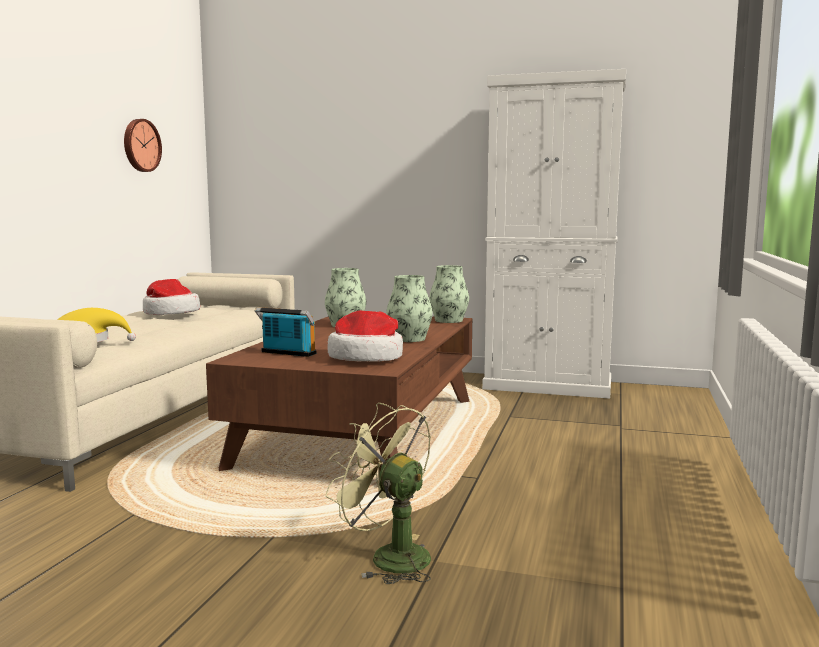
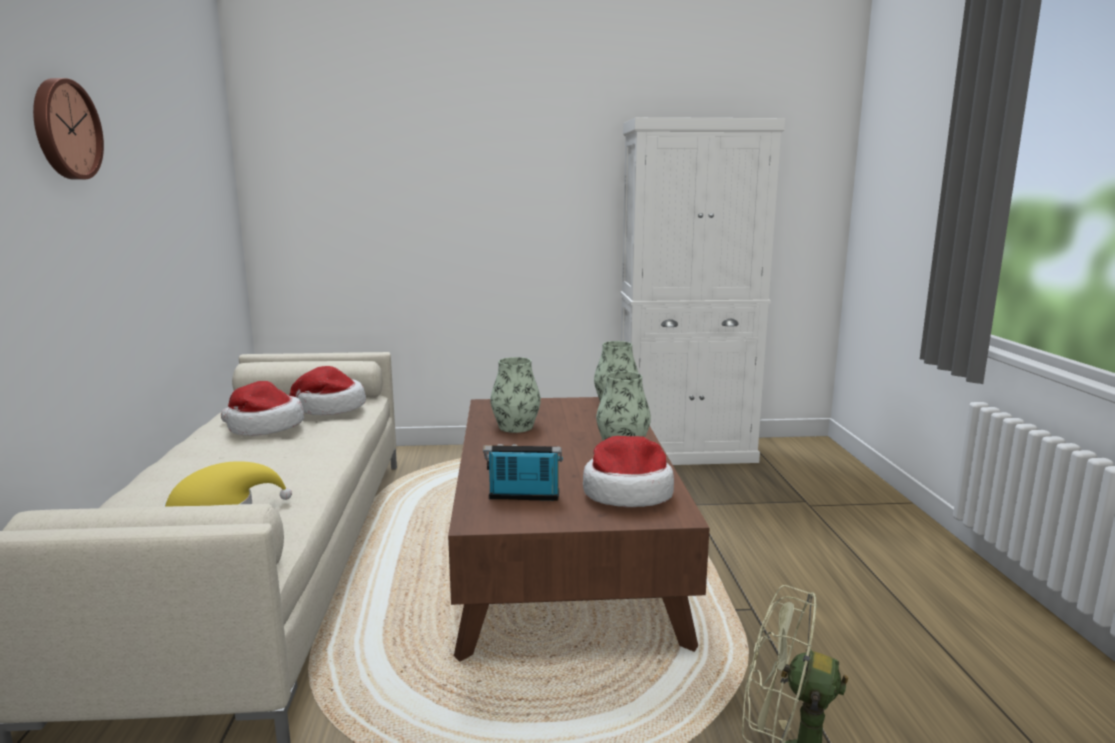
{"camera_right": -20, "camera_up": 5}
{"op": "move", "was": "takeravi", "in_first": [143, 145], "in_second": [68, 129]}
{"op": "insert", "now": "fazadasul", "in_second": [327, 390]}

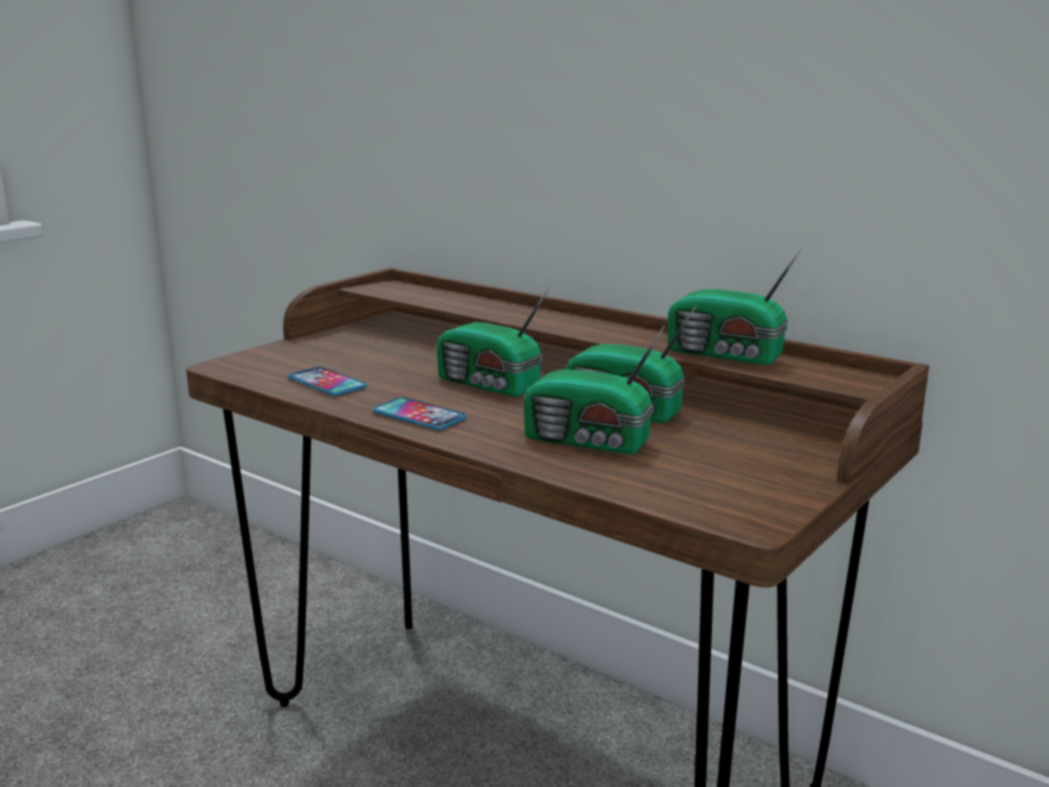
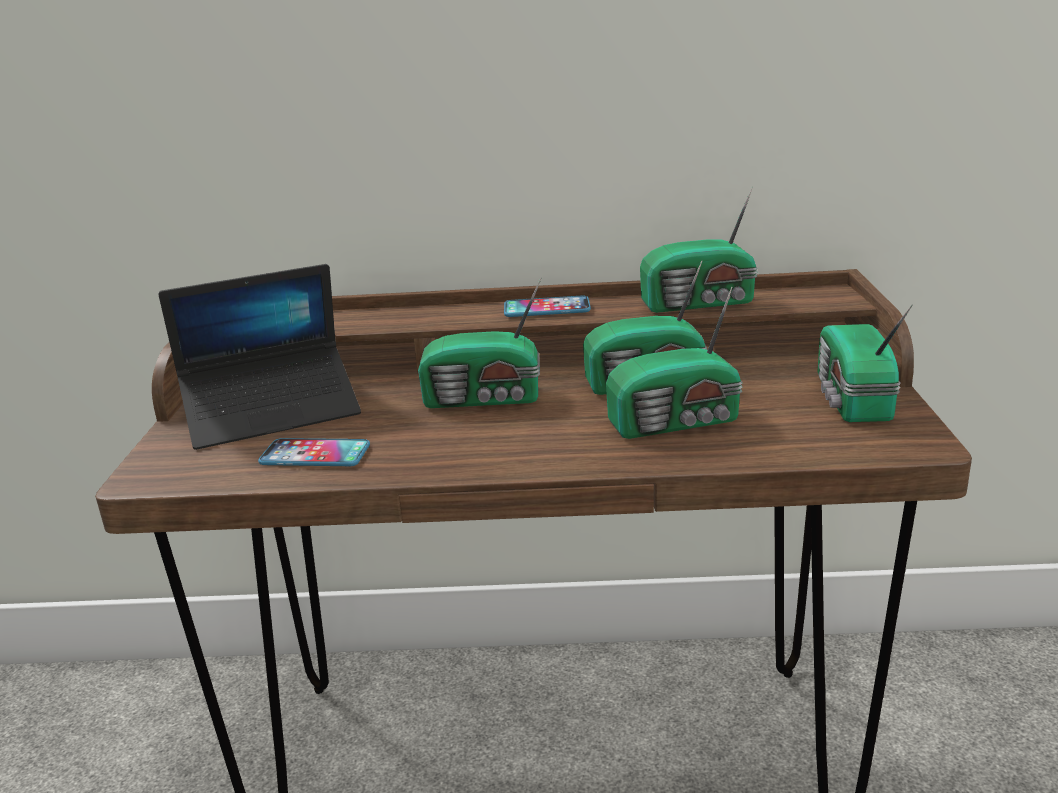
{"camera_right": -35, "camera_up": 5}
{"op": "insert", "now": "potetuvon", "in_second": [260, 357]}
{"op": "move", "was": "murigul", "in_first": [420, 413], "in_second": [547, 306]}
{"op": "insert", "now": "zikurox", "in_second": [865, 363]}

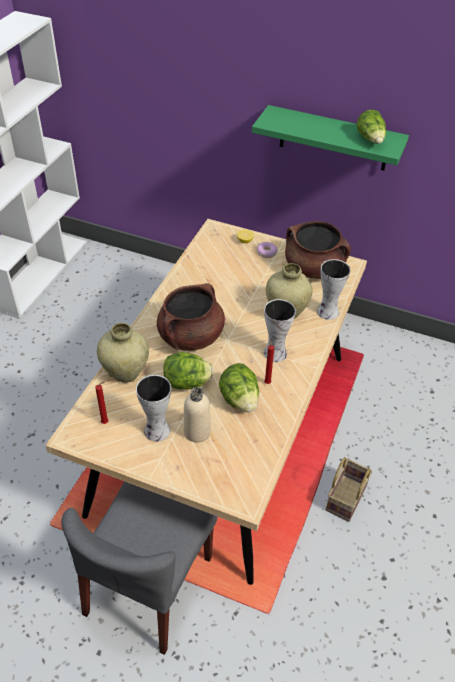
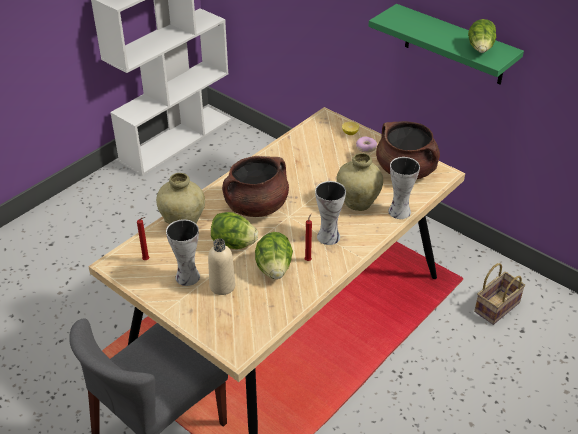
{"camera_right": 20, "camera_up": -5}
{"op": "move", "was": "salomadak", "in_first": [349, 489], "in_second": [499, 294]}

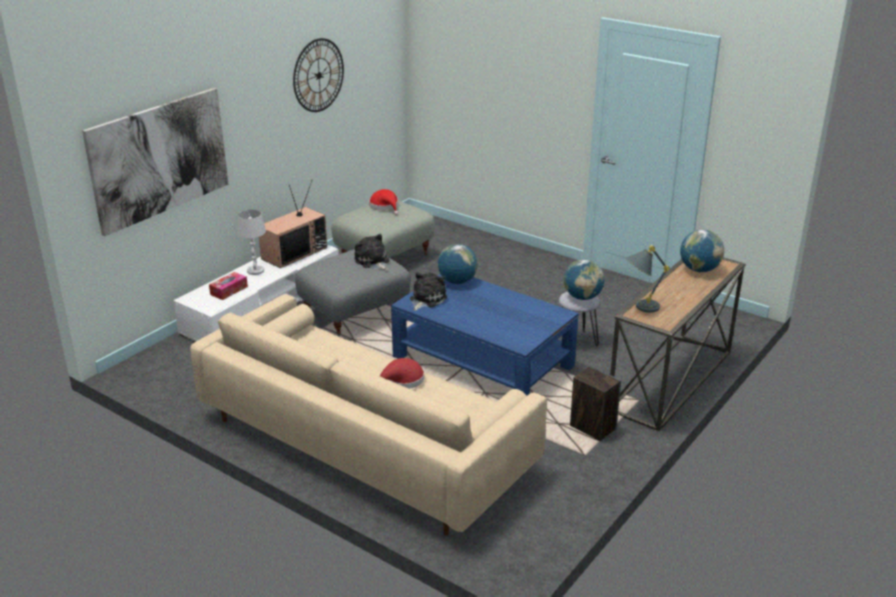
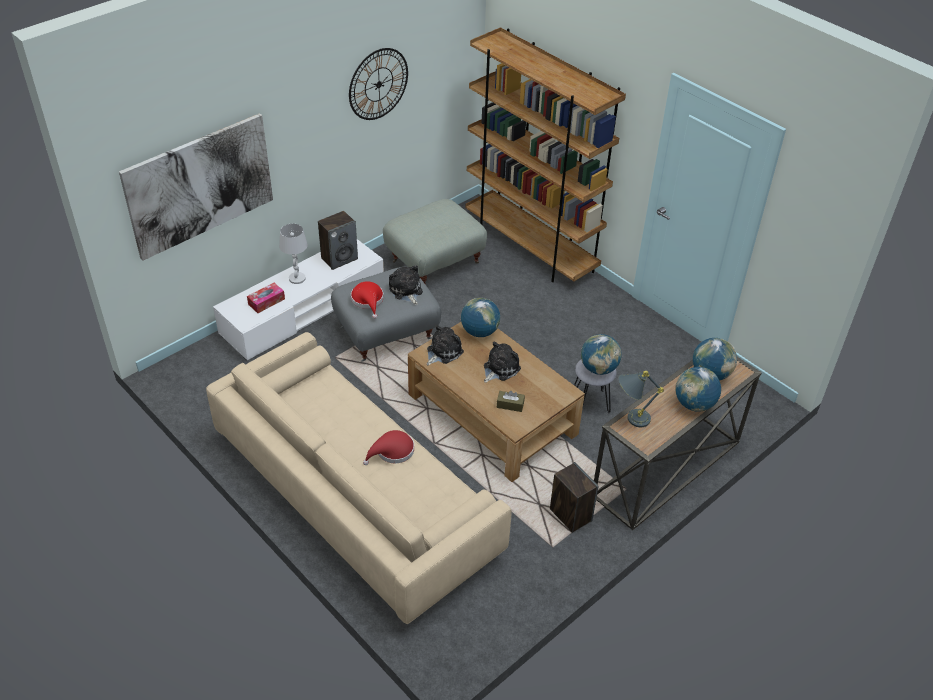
{"camera_right": 10, "camera_up": 15}
{"op": "replace", "was": "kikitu", "now": "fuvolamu", "in_first": [293, 224], "in_second": [338, 240]}
{"op": "move", "was": "red_fazadasul", "in_first": [383, 202], "in_second": [367, 300]}
{"op": "recolor", "was": "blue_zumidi", "now": "brown_zumidi", "in_first": [485, 335], "in_second": [496, 402]}
{"op": "insert", "now": "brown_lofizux", "in_second": [546, 154]}
{"op": "insert", "now": "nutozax", "in_second": [502, 362]}
{"op": "insert", "now": "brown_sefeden", "in_second": [511, 401]}
{"op": "insert", "now": "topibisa", "in_second": [698, 389]}

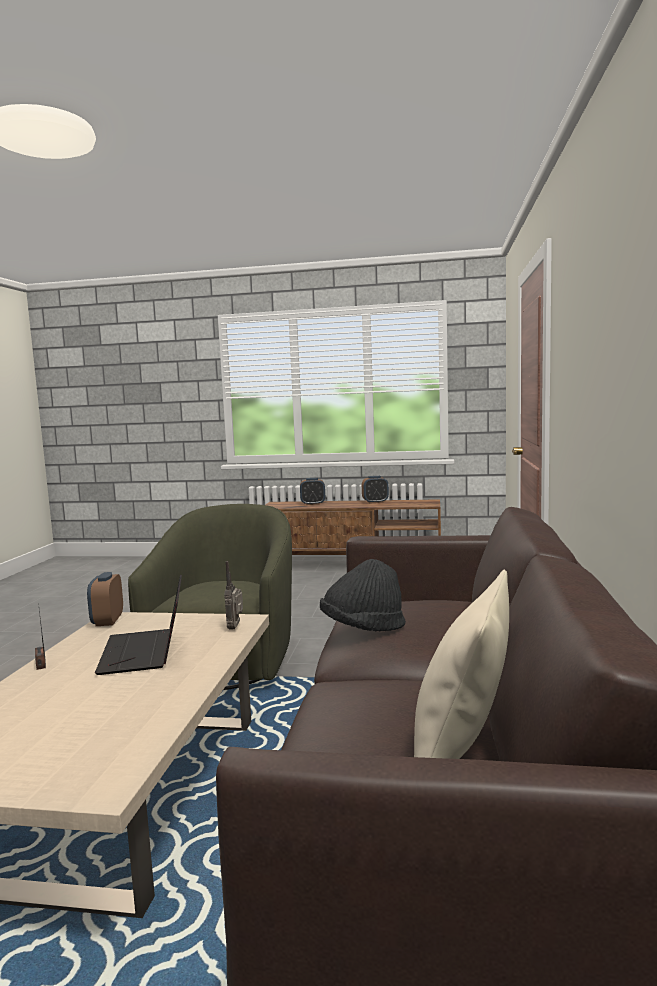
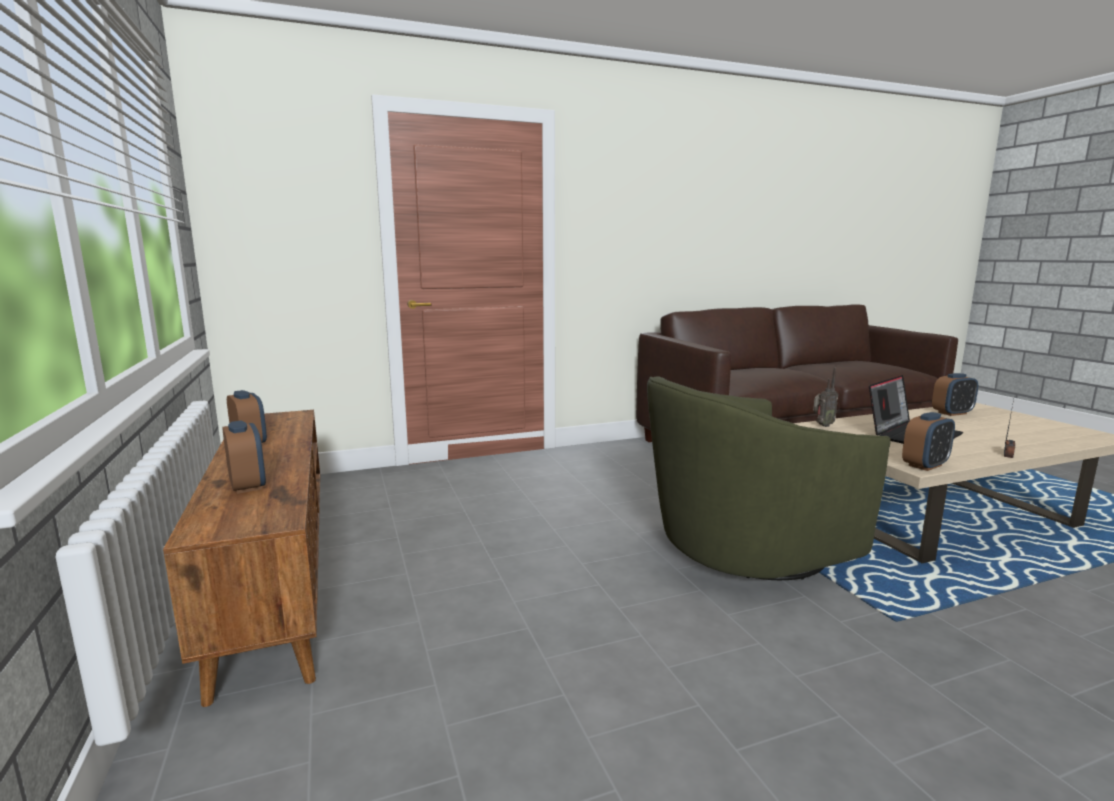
{"camera_right": -120, "camera_up": 5}
{"op": "insert", "now": "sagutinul", "in_second": [955, 394]}
{"op": "delete", "was": "black_fazadasul", "in_first": [363, 595]}
{"op": "delete", "was": "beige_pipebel", "in_first": [461, 664]}

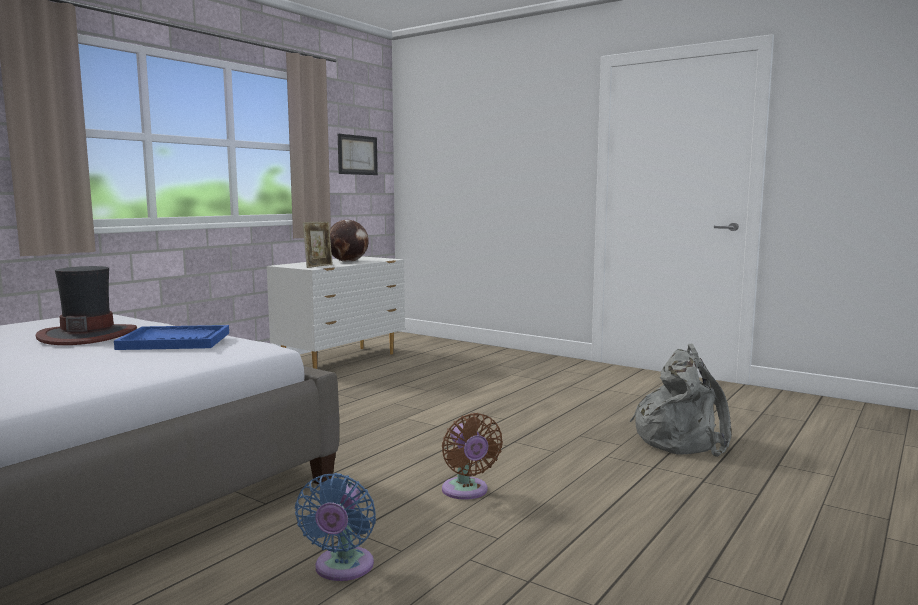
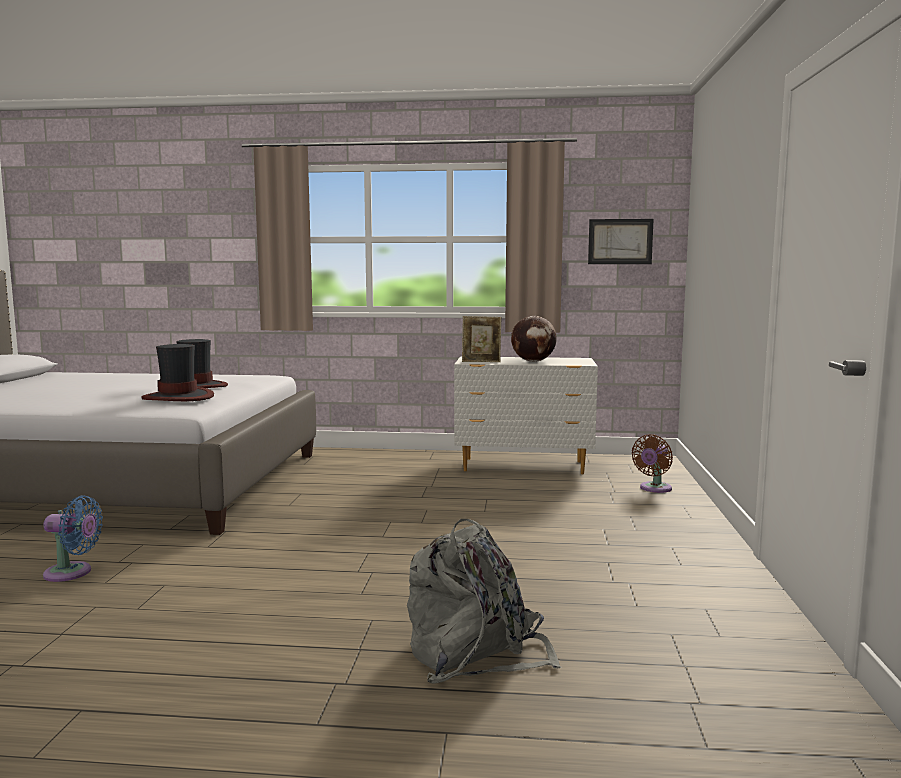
{"camera_right": 60, "camera_up": 0}
{"op": "rotate", "was": "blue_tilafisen", "in_first": [335, 527], "in_second": [73, 538], "clockwise": -150}
{"op": "replace", "was": "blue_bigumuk", "now": "fazadasul", "in_first": [171, 337], "in_second": [178, 372]}
{"op": "move", "was": "brown_tilafisen", "in_first": [472, 456], "in_second": [652, 463]}

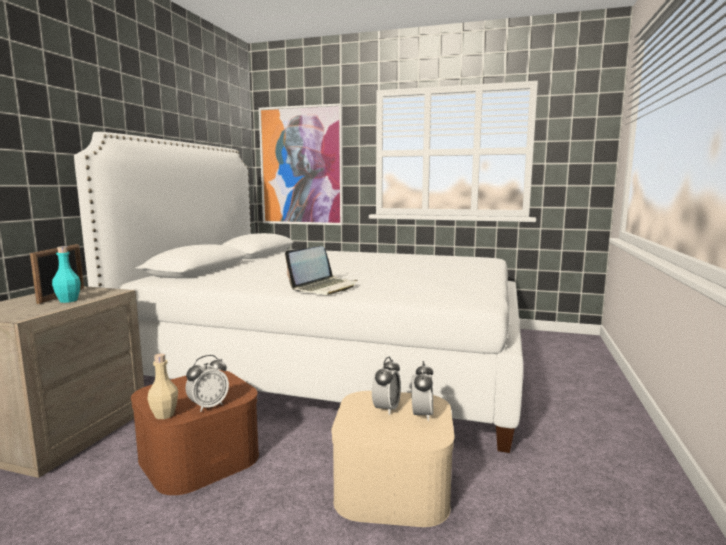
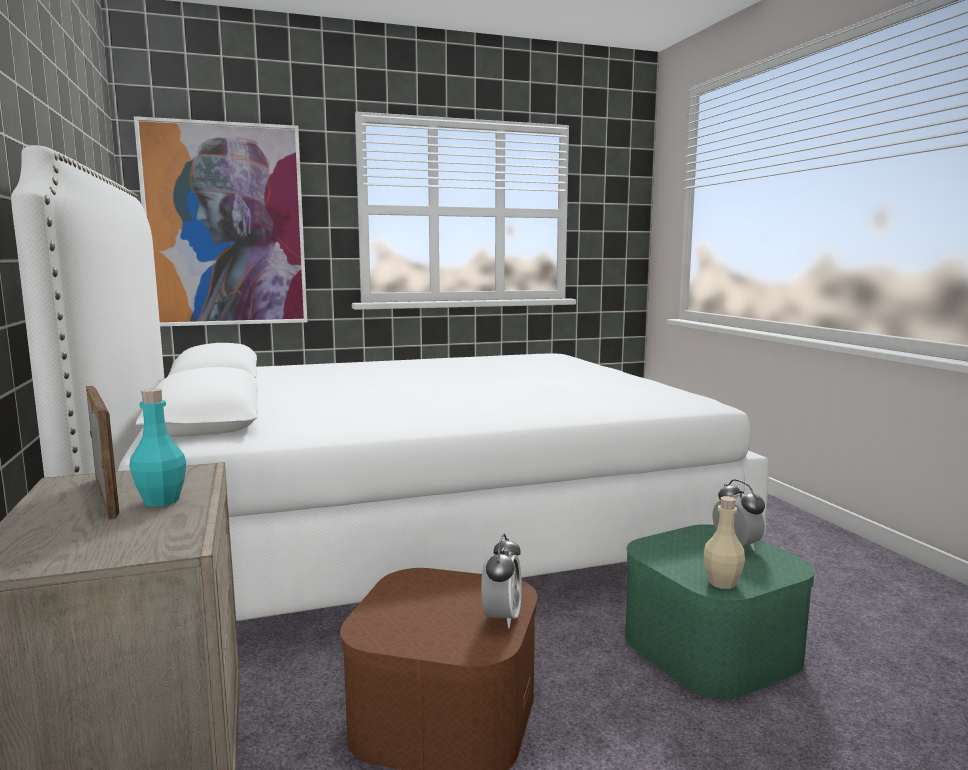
{"camera_right": -35, "camera_up": 0}
{"op": "recolor", "was": "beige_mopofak", "now": "green_mopofak", "in_first": [393, 459], "in_second": [720, 612]}
{"op": "move", "was": "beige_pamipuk", "in_first": [162, 386], "in_second": [724, 542]}
{"op": "delete", "was": "potetuvon", "in_first": [321, 270]}
{"op": "delete", "was": "sagutinul", "in_first": [386, 386]}

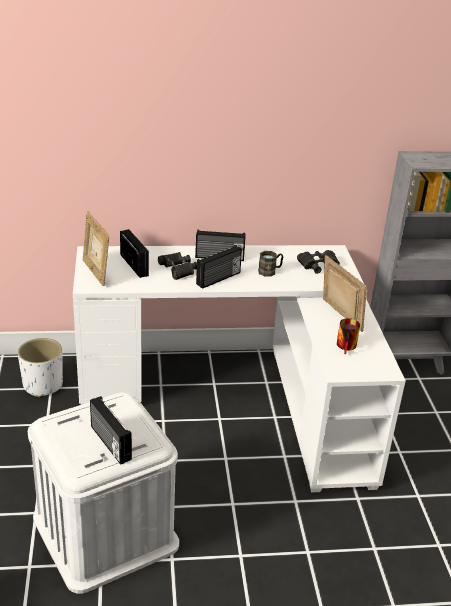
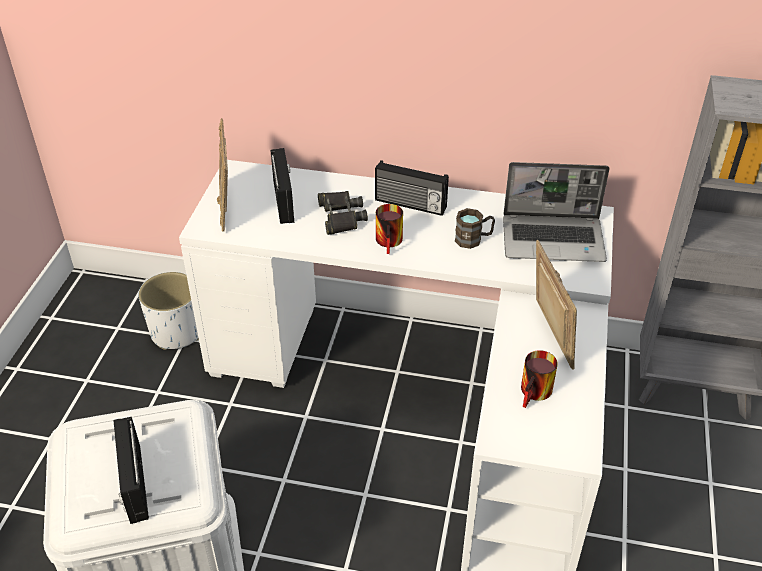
{"camera_right": 20, "camera_up": 10}
{"op": "replace", "was": "zikurox", "now": "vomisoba", "in_first": [219, 267], "in_second": [389, 229]}
{"op": "replace", "was": "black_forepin", "now": "potetuvon", "in_first": [318, 262], "in_second": [556, 212]}

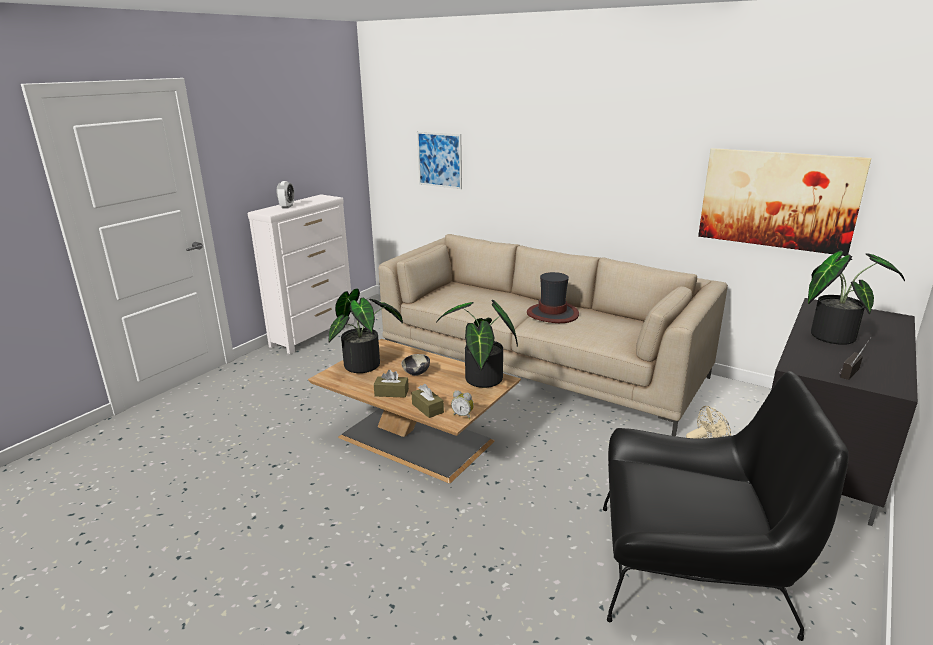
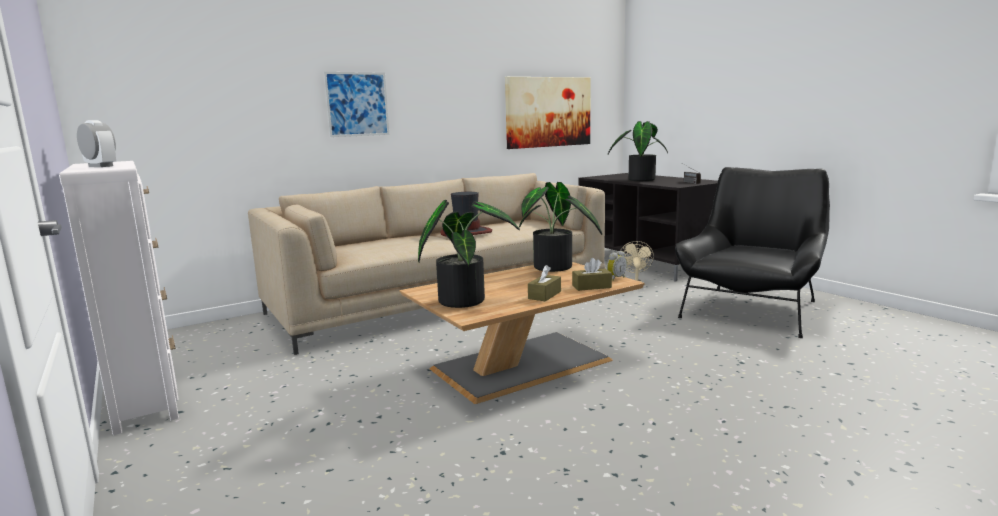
{"camera_right": -65, "camera_up": -10}
{"op": "move", "was": "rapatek", "in_first": [439, 160], "in_second": [356, 104]}
{"op": "delete", "was": "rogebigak", "in_first": [415, 365]}

